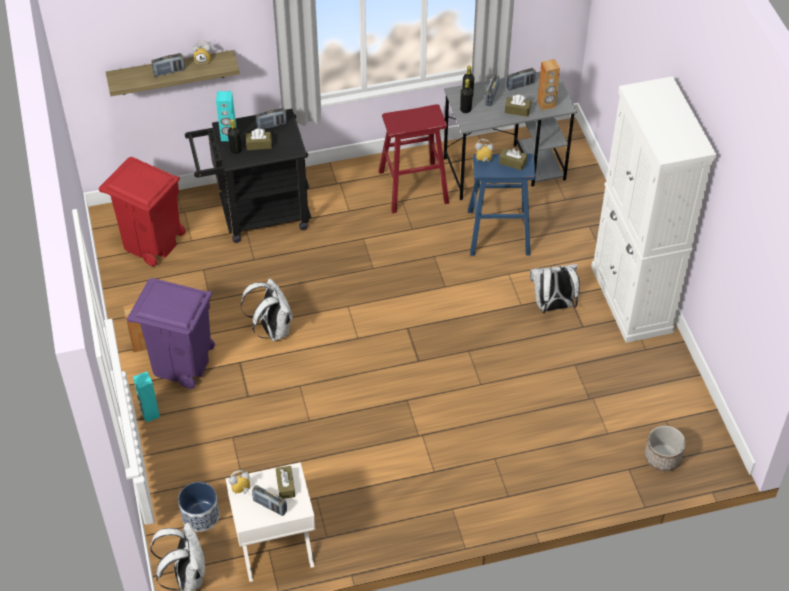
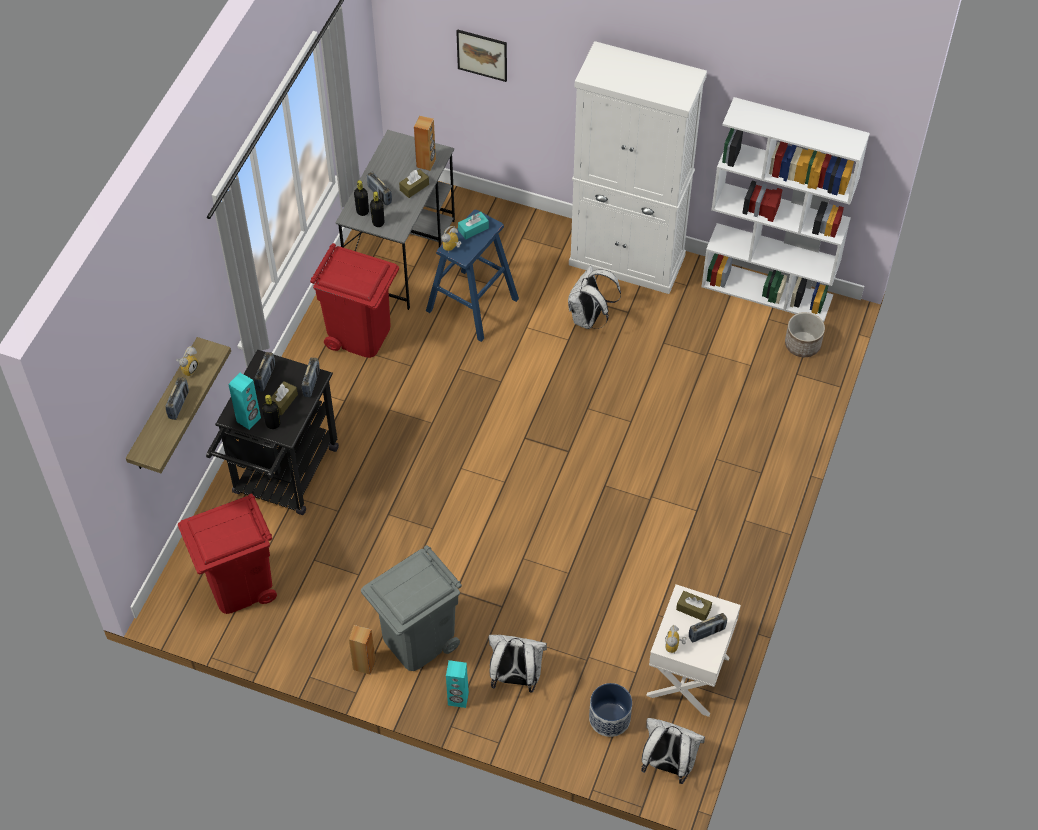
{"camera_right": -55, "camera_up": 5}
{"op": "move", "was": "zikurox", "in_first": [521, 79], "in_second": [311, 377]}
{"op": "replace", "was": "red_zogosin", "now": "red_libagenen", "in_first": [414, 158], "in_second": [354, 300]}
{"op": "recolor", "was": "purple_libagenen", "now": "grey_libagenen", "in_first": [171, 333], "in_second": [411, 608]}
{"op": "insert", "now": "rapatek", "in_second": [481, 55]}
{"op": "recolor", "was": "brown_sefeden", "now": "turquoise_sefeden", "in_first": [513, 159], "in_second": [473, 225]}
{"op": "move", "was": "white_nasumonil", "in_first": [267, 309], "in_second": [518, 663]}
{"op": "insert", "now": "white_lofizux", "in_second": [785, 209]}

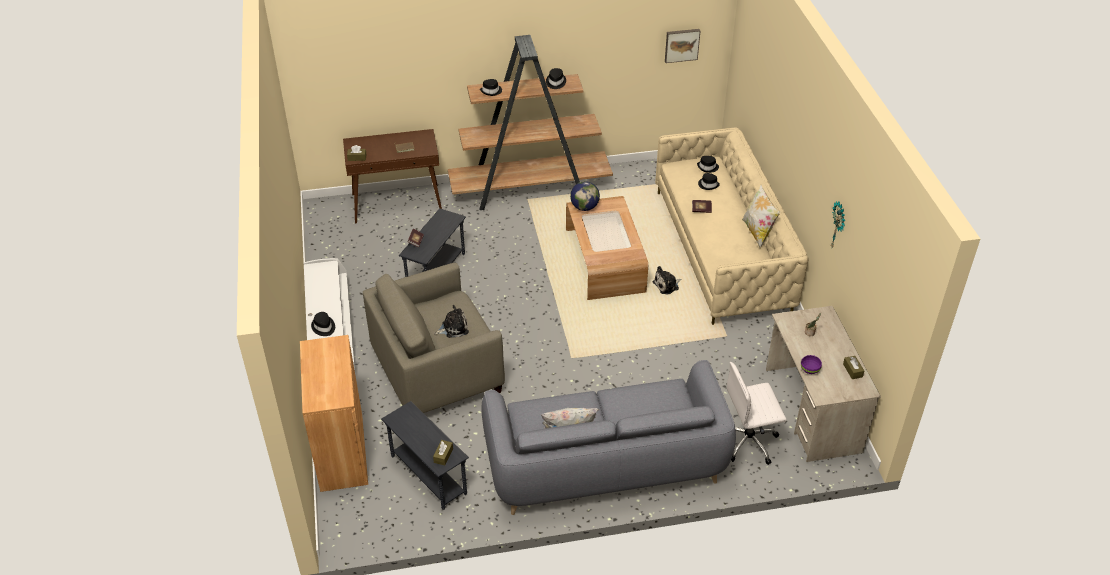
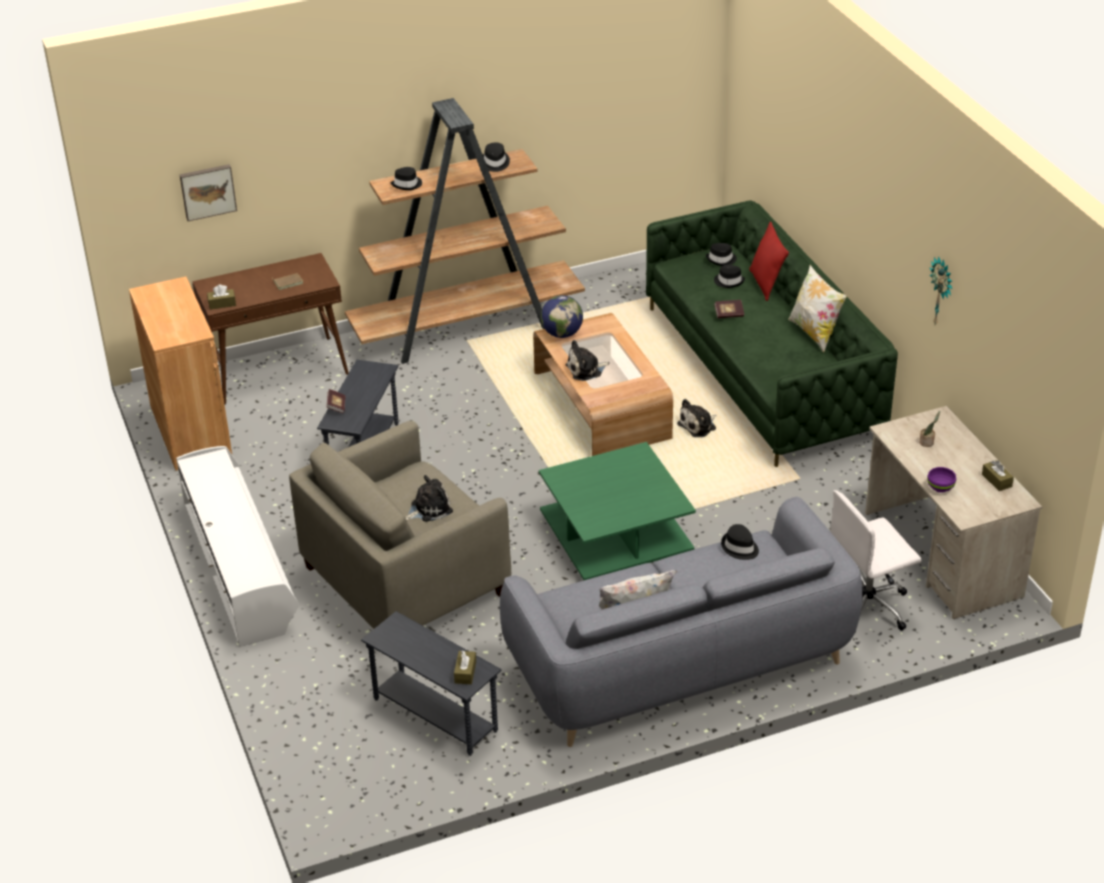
{"camera_right": -10, "camera_up": -5}
{"op": "move", "was": "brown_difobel", "in_first": [334, 413], "in_second": [180, 373]}
{"op": "move", "was": "rapatek", "in_first": [682, 46], "in_second": [208, 192]}
{"op": "insert", "now": "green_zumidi", "in_second": [617, 511]}
{"op": "insert", "now": "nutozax", "in_second": [588, 360]}
{"op": "recolor", "was": "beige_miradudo", "now": "green_miradudo", "in_first": [732, 226], "in_second": [772, 333]}
{"op": "move", "was": "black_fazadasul", "in_first": [323, 324], "in_second": [740, 542]}
{"op": "insert", "now": "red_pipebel", "in_second": [769, 261]}

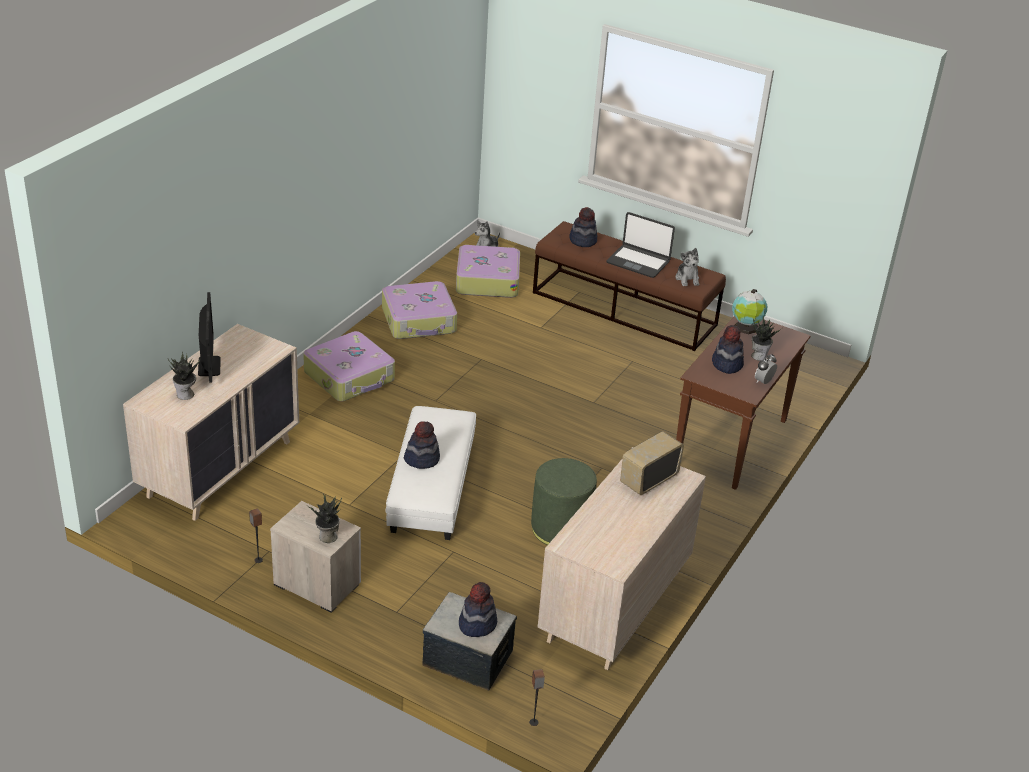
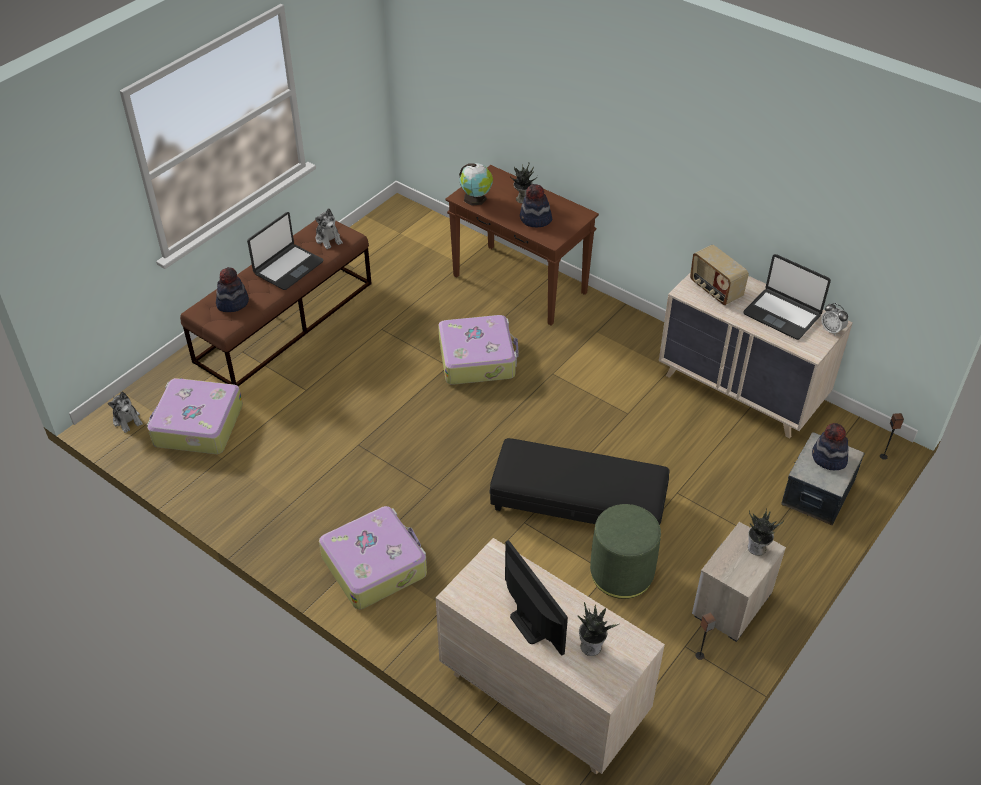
{"camera_right": -80, "camera_up": 10}
{"op": "rotate", "was": "nutozax", "in_first": [687, 267], "in_second": [329, 228], "clockwise": 60}
{"op": "move", "was": "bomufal", "in_first": [419, 310], "in_second": [478, 350]}
{"op": "recolor", "was": "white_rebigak", "now": "black_rebigak", "in_first": [430, 473], "in_second": [579, 481]}
{"op": "rotate", "was": "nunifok", "in_first": [209, 337], "in_second": [536, 598], "clockwise": 60}
{"op": "move", "was": "green_rebigak", "in_first": [564, 501], "in_second": [625, 551]}
{"op": "insert", "now": "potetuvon", "in_second": [787, 297]}
{"op": "move", "was": "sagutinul", "in_first": [766, 369], "in_second": [834, 319]}
{"op": "delete", "was": "fazadasul", "in_first": [422, 445]}

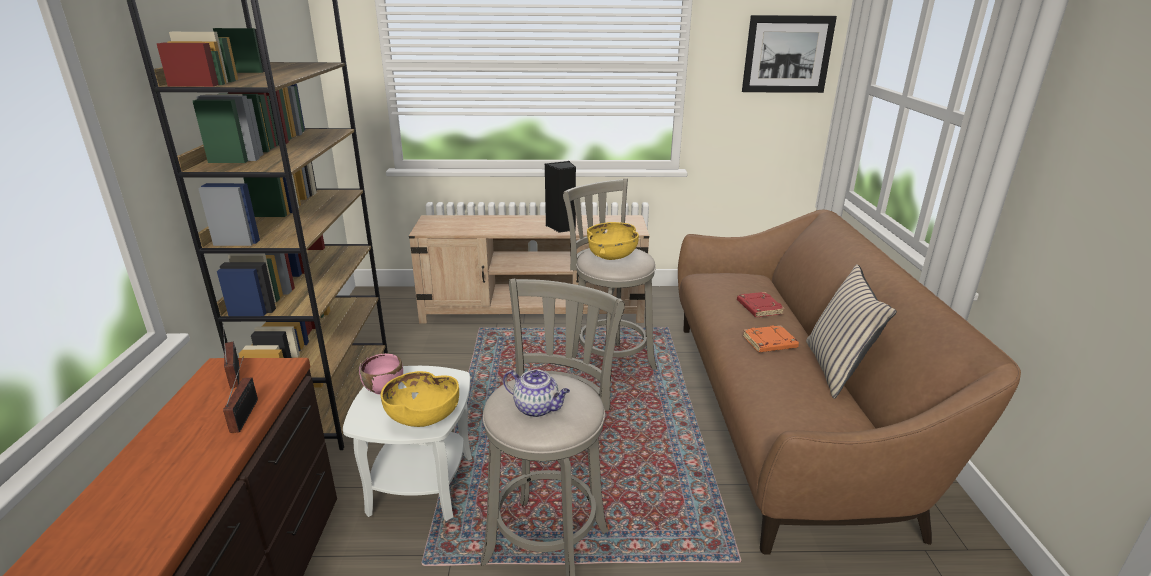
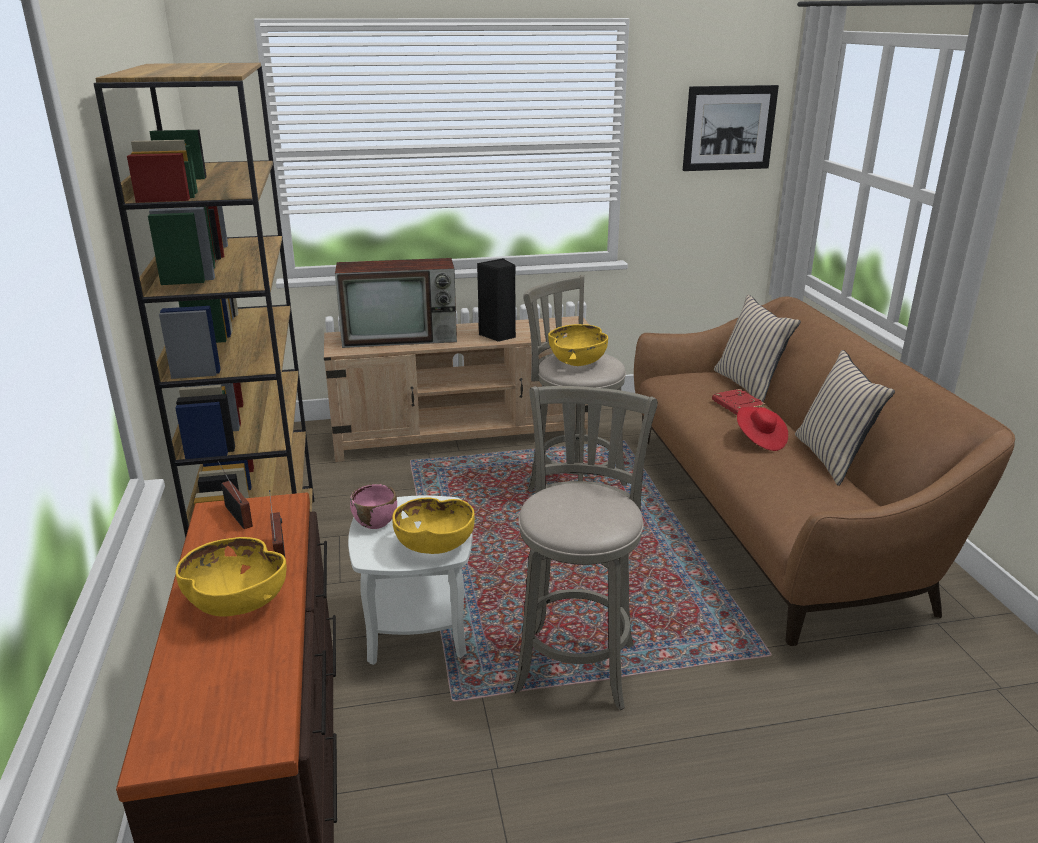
{"camera_right": -10, "camera_up": 0}
{"op": "insert", "now": "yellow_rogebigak", "in_second": [231, 577]}
{"op": "insert", "now": "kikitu", "in_second": [396, 303]}
{"op": "insert", "now": "beige_pipebel", "in_second": [757, 348]}
{"op": "replace", "was": "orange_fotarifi", "now": "red_fazadasul", "in_first": [770, 338], "in_second": [762, 429]}
{"op": "delete", "was": "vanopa", "in_first": [536, 393]}

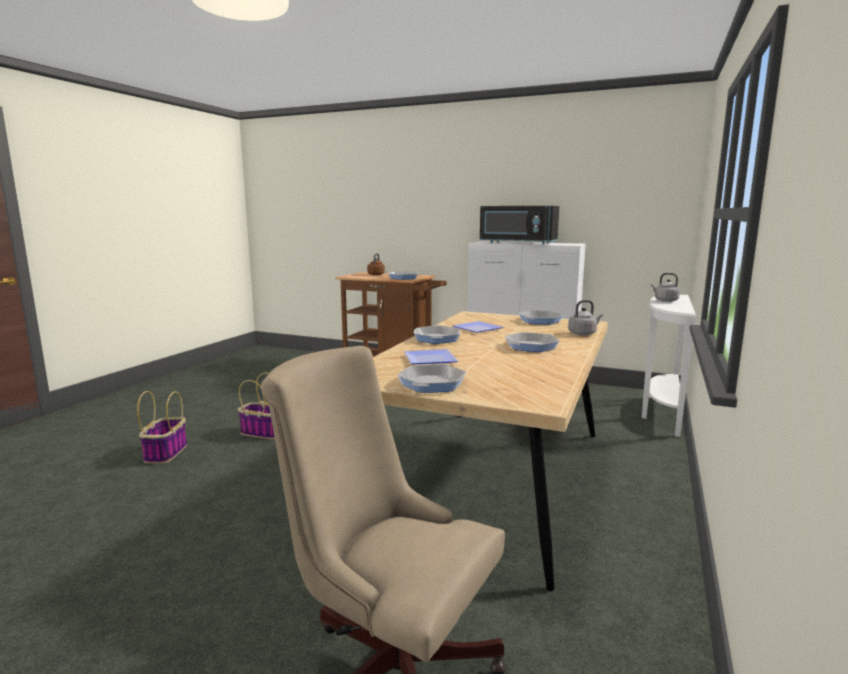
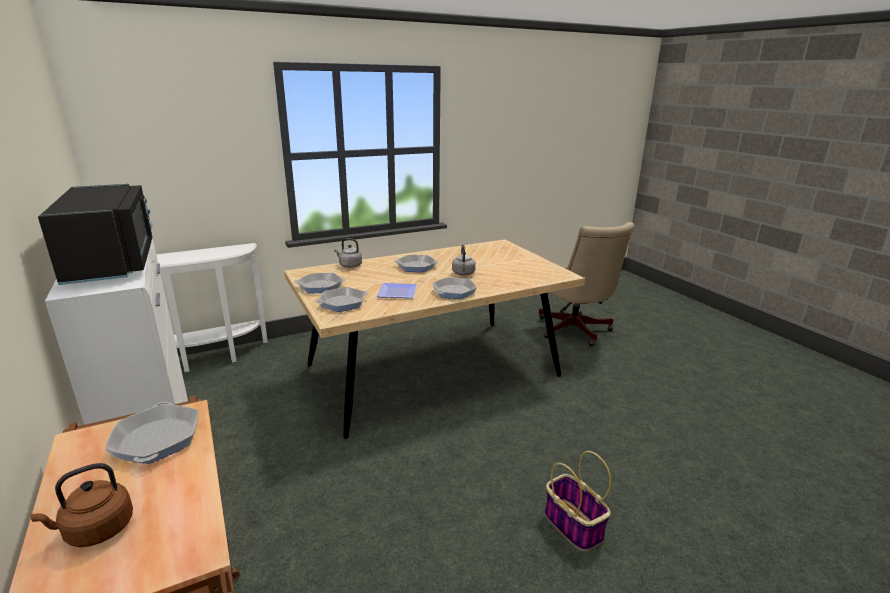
{"camera_right": -140, "camera_up": 10}
{"op": "move", "was": "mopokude", "in_first": [431, 378], "in_second": [341, 299]}
{"op": "move", "was": "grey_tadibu", "in_first": [665, 287], "in_second": [464, 260]}
{"op": "delete", "was": "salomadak", "in_first": [162, 427]}
{"op": "delete", "was": "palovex", "in_first": [431, 356]}

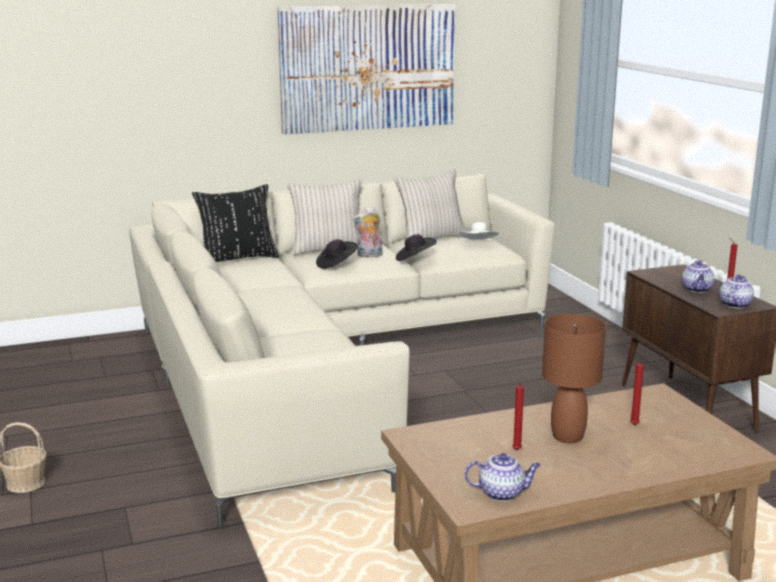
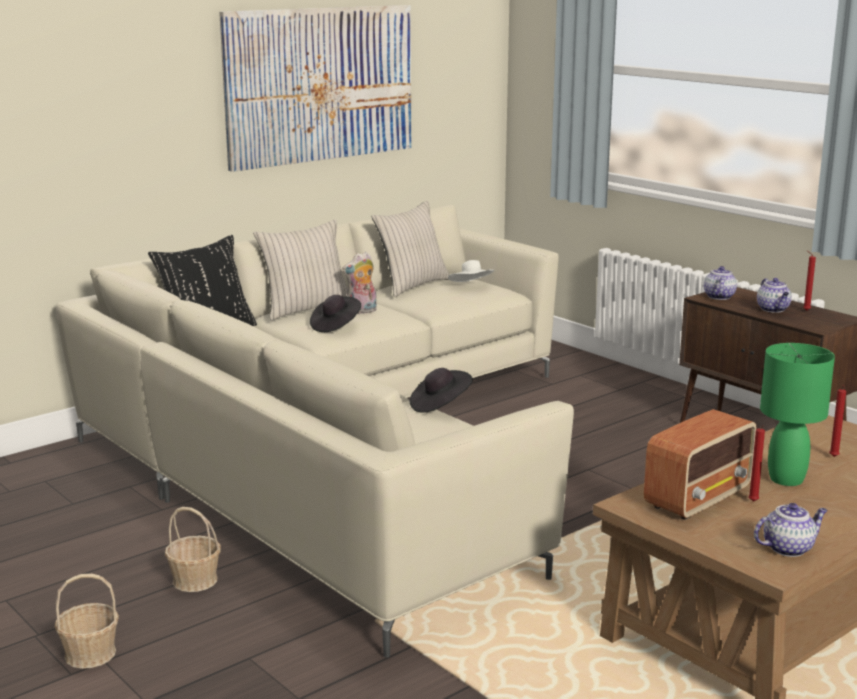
{"camera_right": -20, "camera_up": 0}
{"op": "insert", "now": "salomadak", "in_second": [193, 549]}
{"op": "move", "was": "black_fazadasul", "in_first": [416, 247], "in_second": [441, 390]}
{"op": "insert", "now": "zikurox", "in_second": [700, 464]}
{"op": "move", "was": "vanopa", "in_first": [736, 292], "in_second": [720, 283]}
{"op": "recolor", "was": "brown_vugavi", "now": "green_vugavi", "in_first": [574, 378], "in_second": [797, 414]}

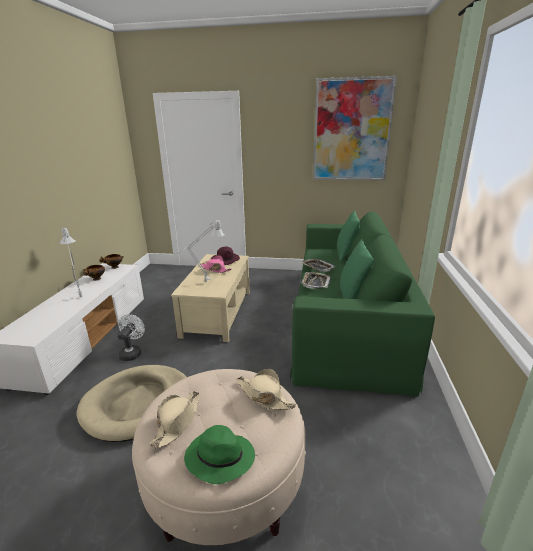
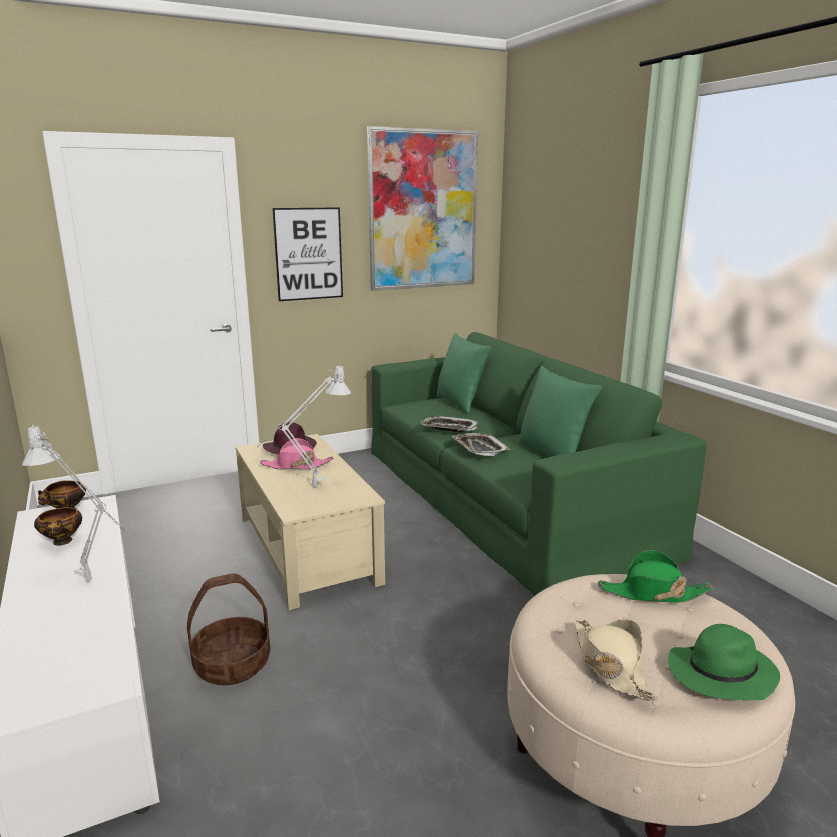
{"camera_right": -35, "camera_up": -5}
{"op": "replace", "was": "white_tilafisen", "now": "salomadak", "in_first": [131, 337], "in_second": [228, 629]}
{"op": "insert", "now": "rapatek", "in_second": [307, 254]}
{"op": "recolor", "was": "beige_fazadasul", "now": "green_fazadasul", "in_first": [266, 389], "in_second": [655, 576]}
{"op": "delete", "was": "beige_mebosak", "in_first": [131, 403]}

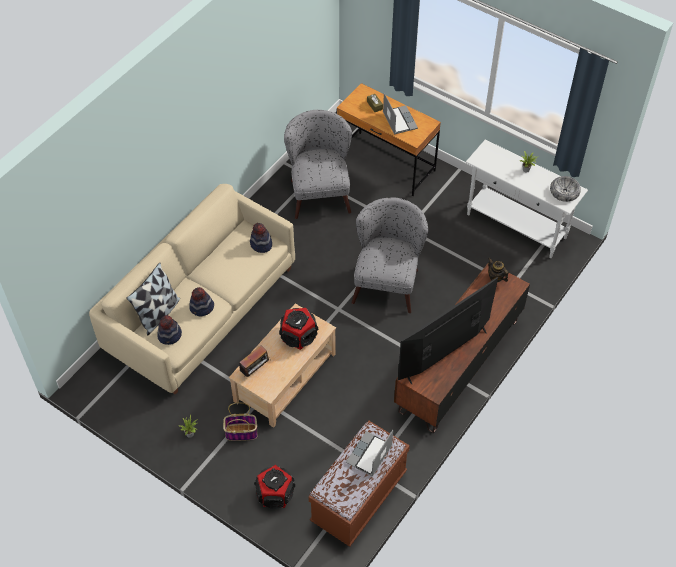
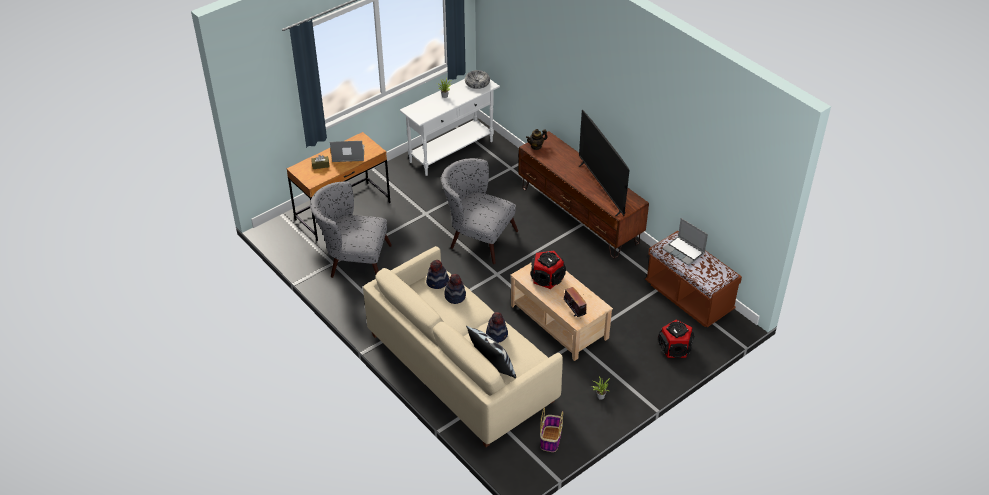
{"camera_right": -75, "camera_up": -10}
{"op": "move", "was": "fazadasul", "in_first": [169, 330], "in_second": [455, 289]}
{"op": "move", "was": "salomadak", "in_first": [240, 421], "in_second": [551, 430]}

